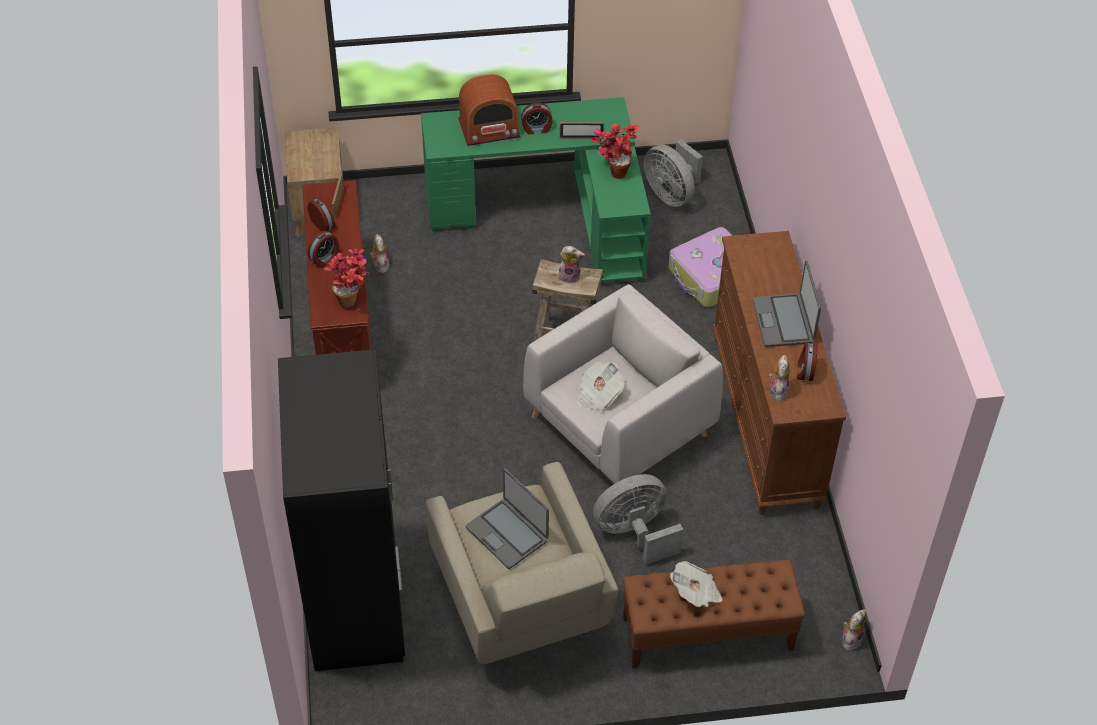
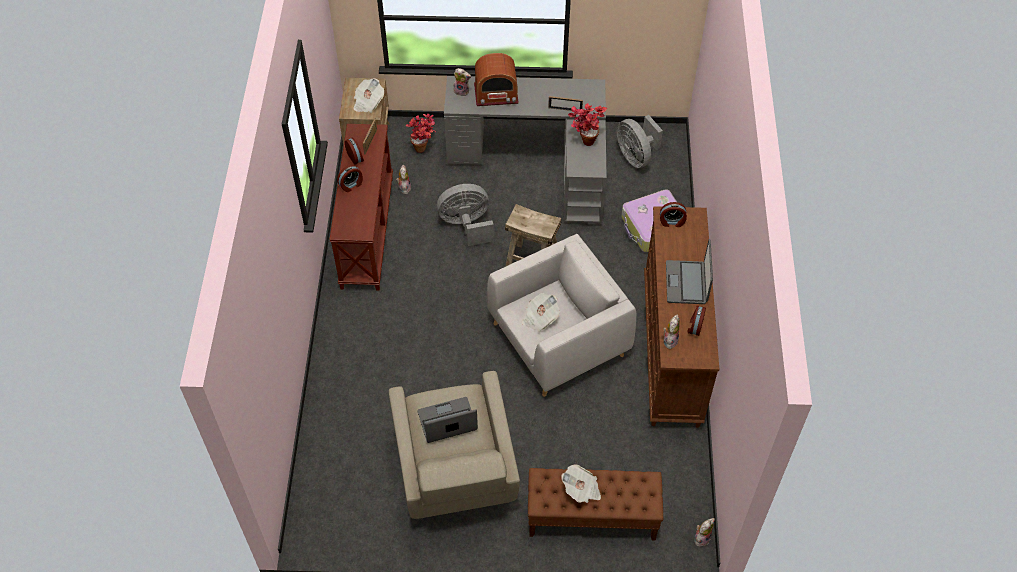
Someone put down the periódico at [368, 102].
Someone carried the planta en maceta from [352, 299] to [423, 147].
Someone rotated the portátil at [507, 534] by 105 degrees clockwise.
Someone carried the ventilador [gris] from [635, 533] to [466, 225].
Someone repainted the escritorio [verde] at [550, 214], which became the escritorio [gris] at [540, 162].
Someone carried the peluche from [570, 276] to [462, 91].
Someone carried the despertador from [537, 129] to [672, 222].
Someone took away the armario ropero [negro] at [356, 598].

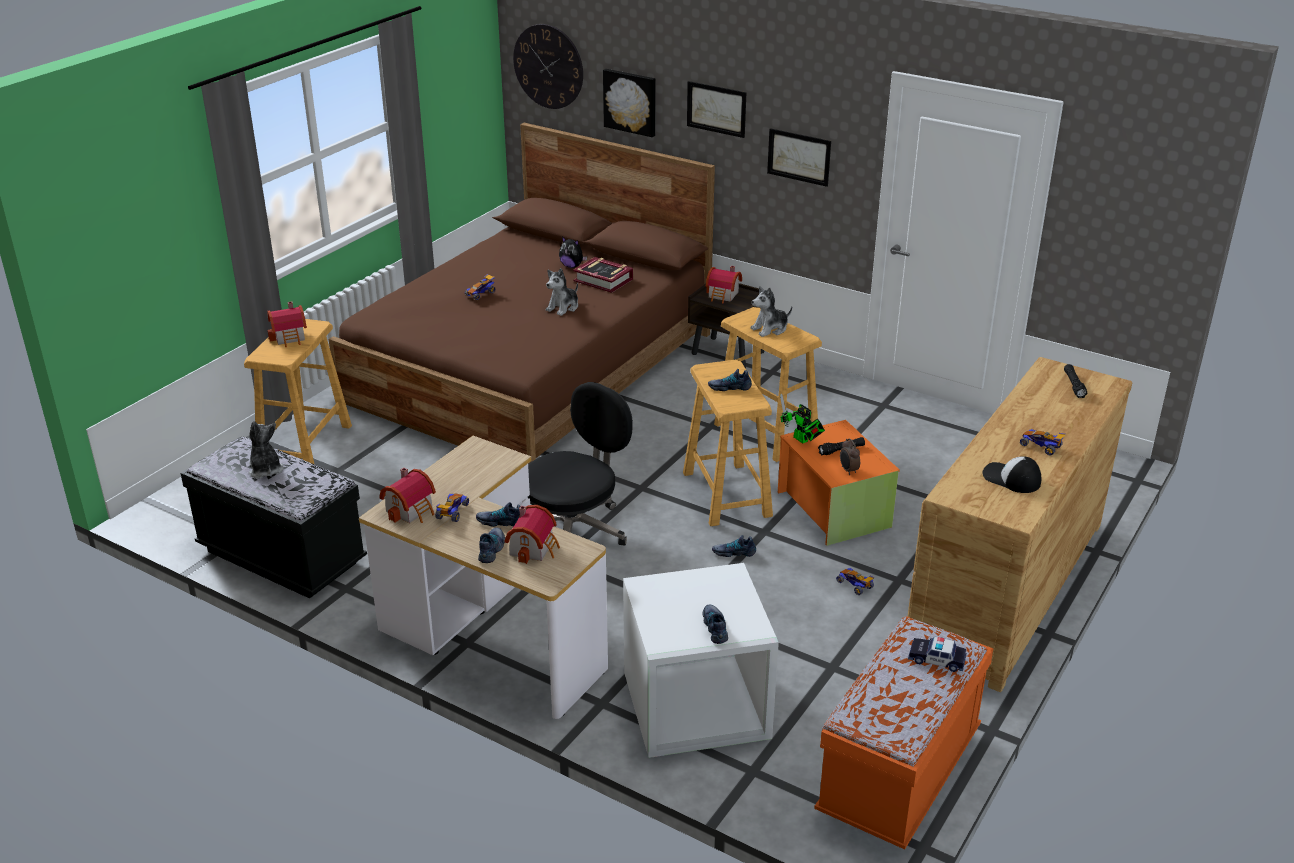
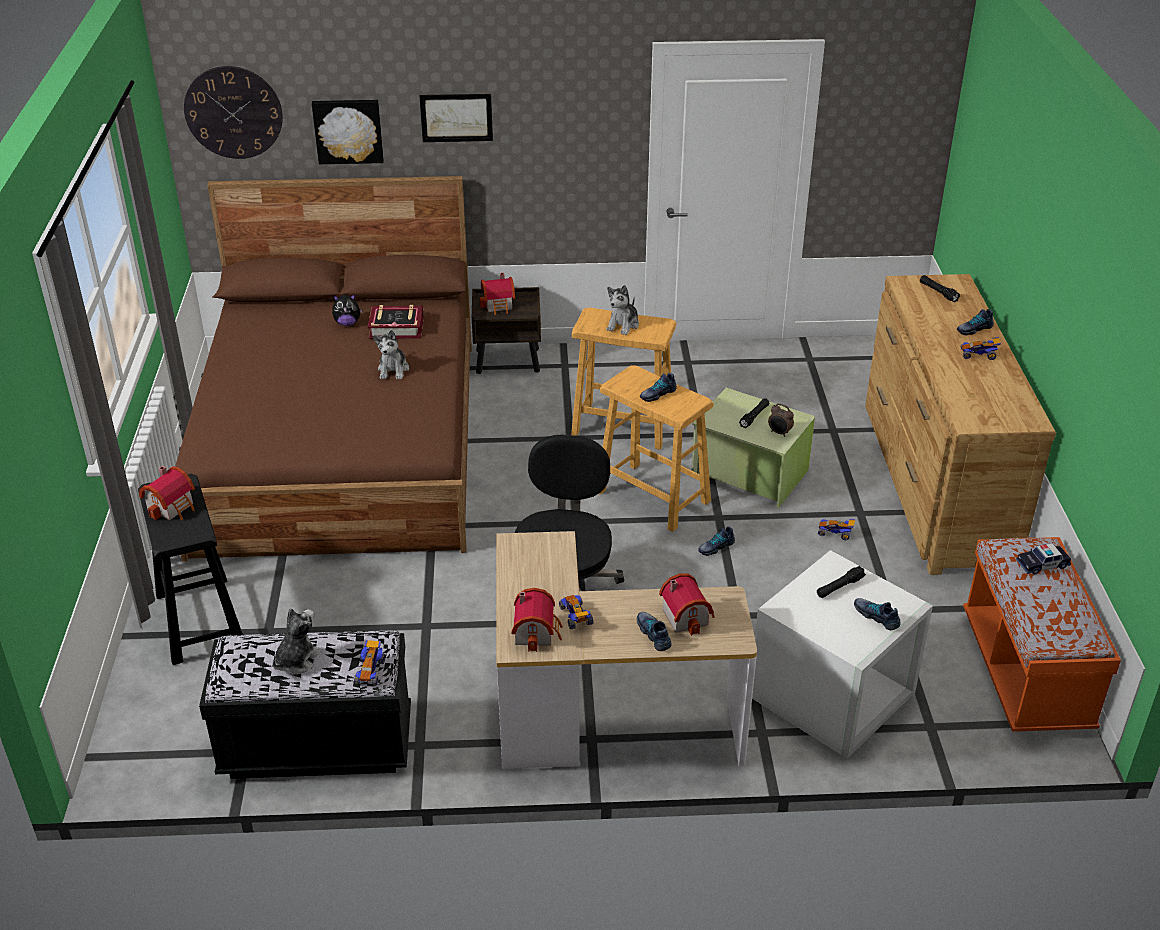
Someone repainted the taburete [beis] at [304, 446], which became the taburete [negro] at [200, 621].
Someone rotated the peluche at [265, 470] by 90 degrees clockwise.
Someone carried the coche de juguete from [481, 293] to [370, 670].
Someone repainted the caja de almacenaje [naranja] at [834, 508], which became the caja de almacenaje [verde] at [749, 472].
Someone put down the linterna [negro] at [839, 587].
Someone carried the zapato from [501, 522] to [973, 329].
Someone took away the cuadro at [799, 157].
Someone took away the robot de juguete at [802, 440].
Someone took away the gorra at [1011, 478].

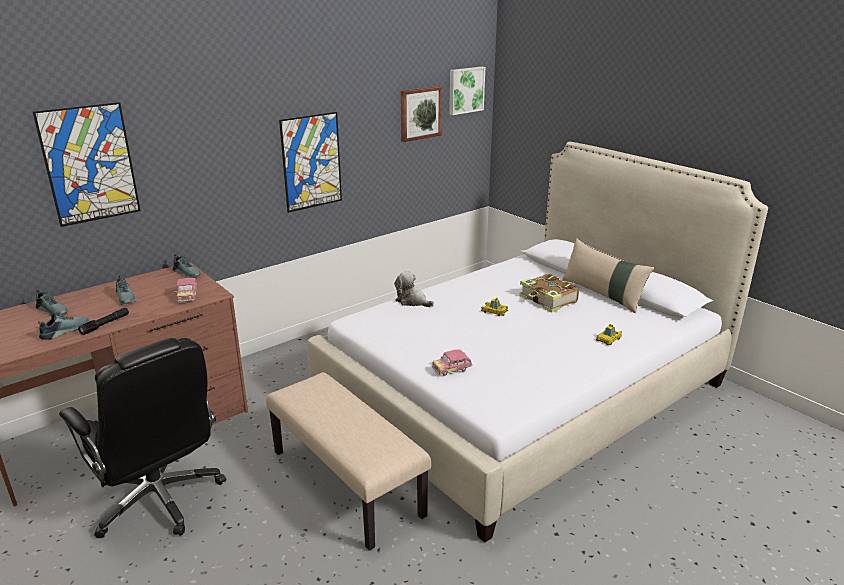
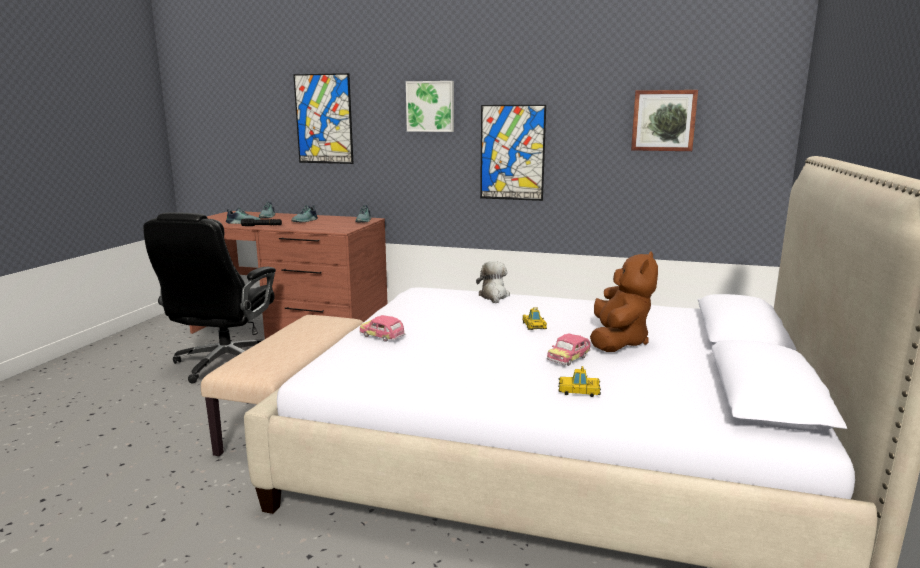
Someone carried the cuadro from [465, 90] to [430, 106].
Someone carried the coche de juguete from [187, 296] to [569, 359].
Someone swapped the libro at [548, 300] for the peluche [marrón] at [618, 342].
Someone took away the cojín [beis] at [603, 294].

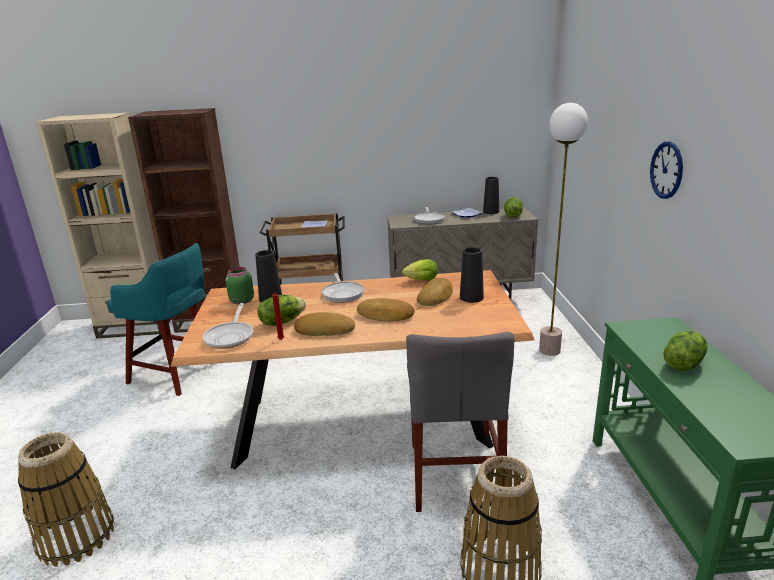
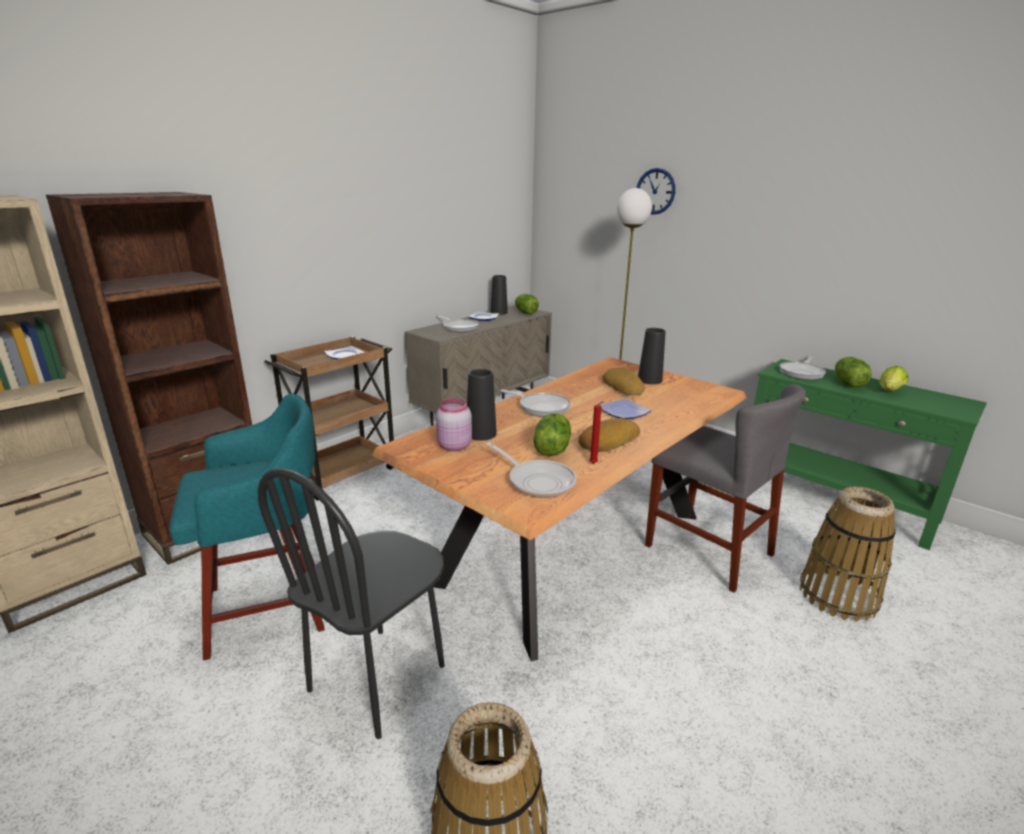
Someone put down the silla [negro] at [378, 678].
Someone repainted the tarro [verde] at [241, 301], which became the tarro [rosa] at [453, 446].
Someone swapped the pan at [385, 315] for the plato at [625, 412].
Someone carried the reloj de pared from [666, 170] to [655, 191].
Someone put down the sartén at [802, 373].
Someone carried the lechuga from [419, 280] to [889, 391].

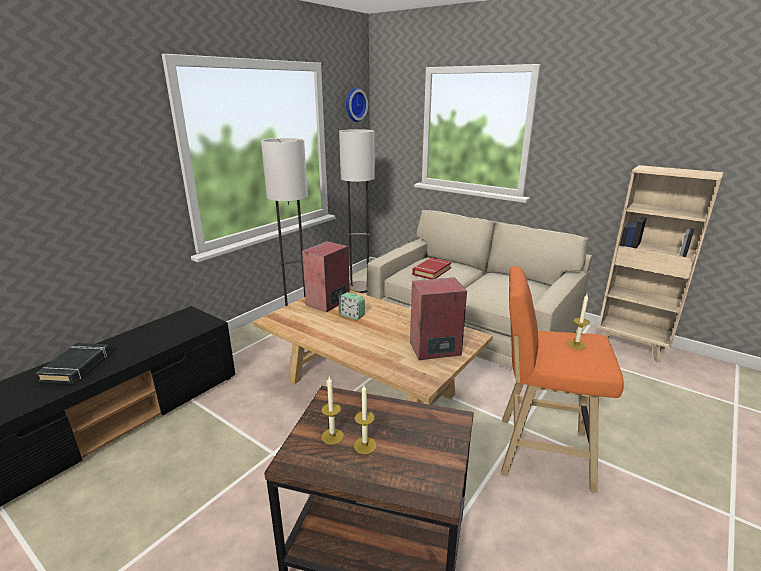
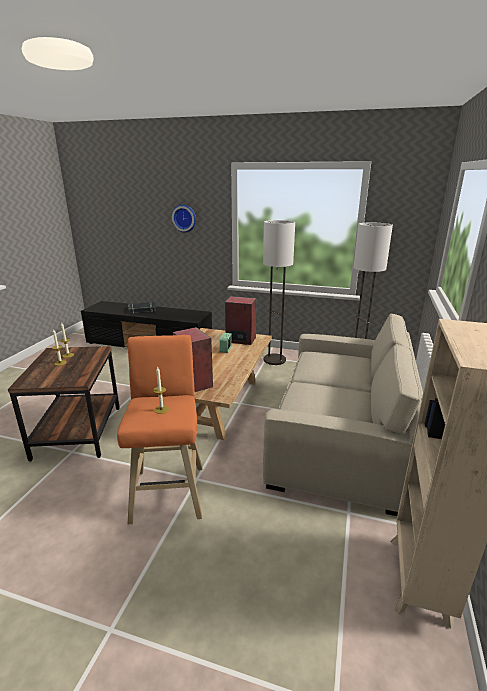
Someone carried the reloj de pared from [354, 104] to [184, 218].
Someone took away the libro [rojo] at [431, 271].

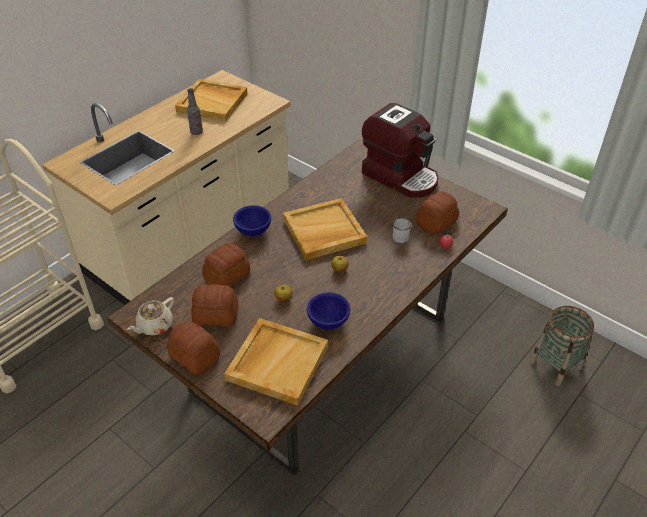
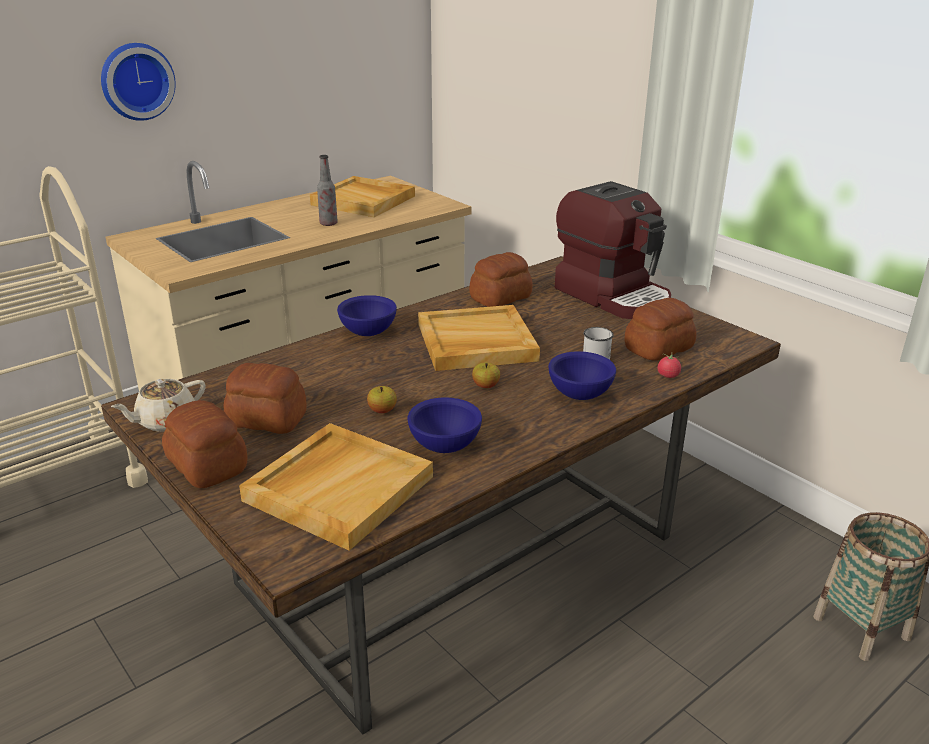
Someone put up the reloj de pared at [136, 81].
Someone carried the pan from [228, 276] to [501, 298].
Someone put down the cuenco [azul] at [581, 394].

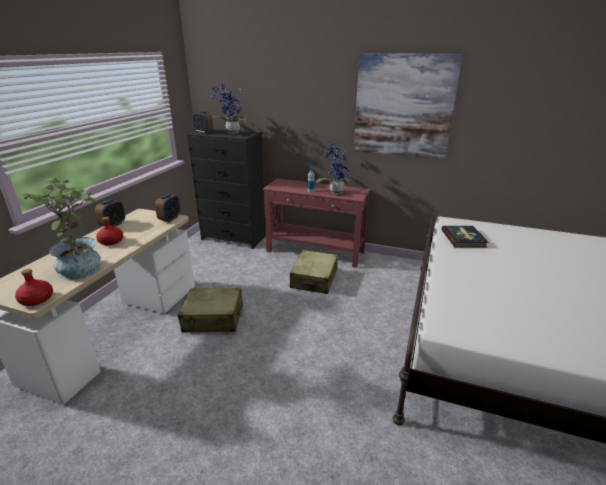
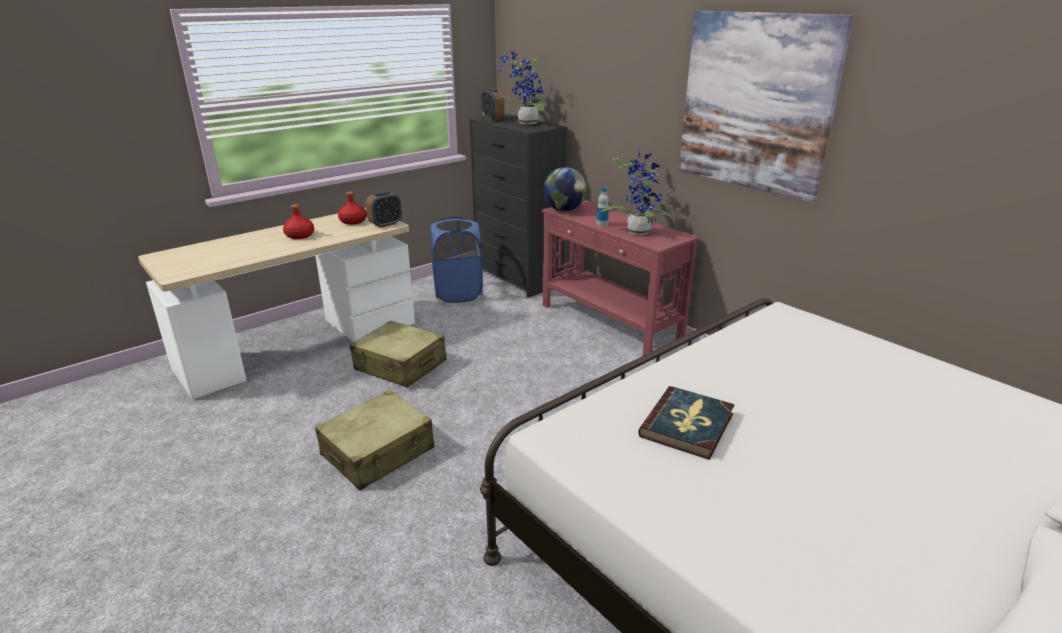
Someone carried the maleta [beis] from [314, 279] to [378, 452].
Someone carried the botella [rojo] from [36, 299] to [353, 221].
Someone put down the cesto de la ropa [azul] at [458, 293].
Someone put down the globo terráqueo at [564, 210].
Someone carried the libro from [463, 238] to [687, 425].
Someone took away the planta en maceta at [81, 266].
Someone took away the despertador at [113, 225].

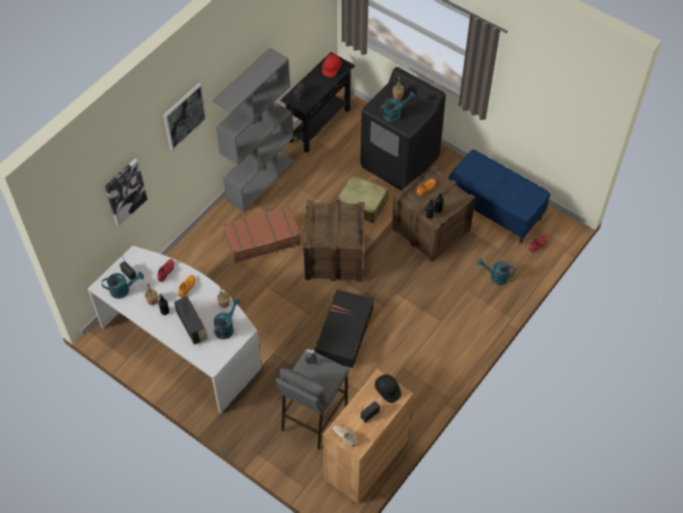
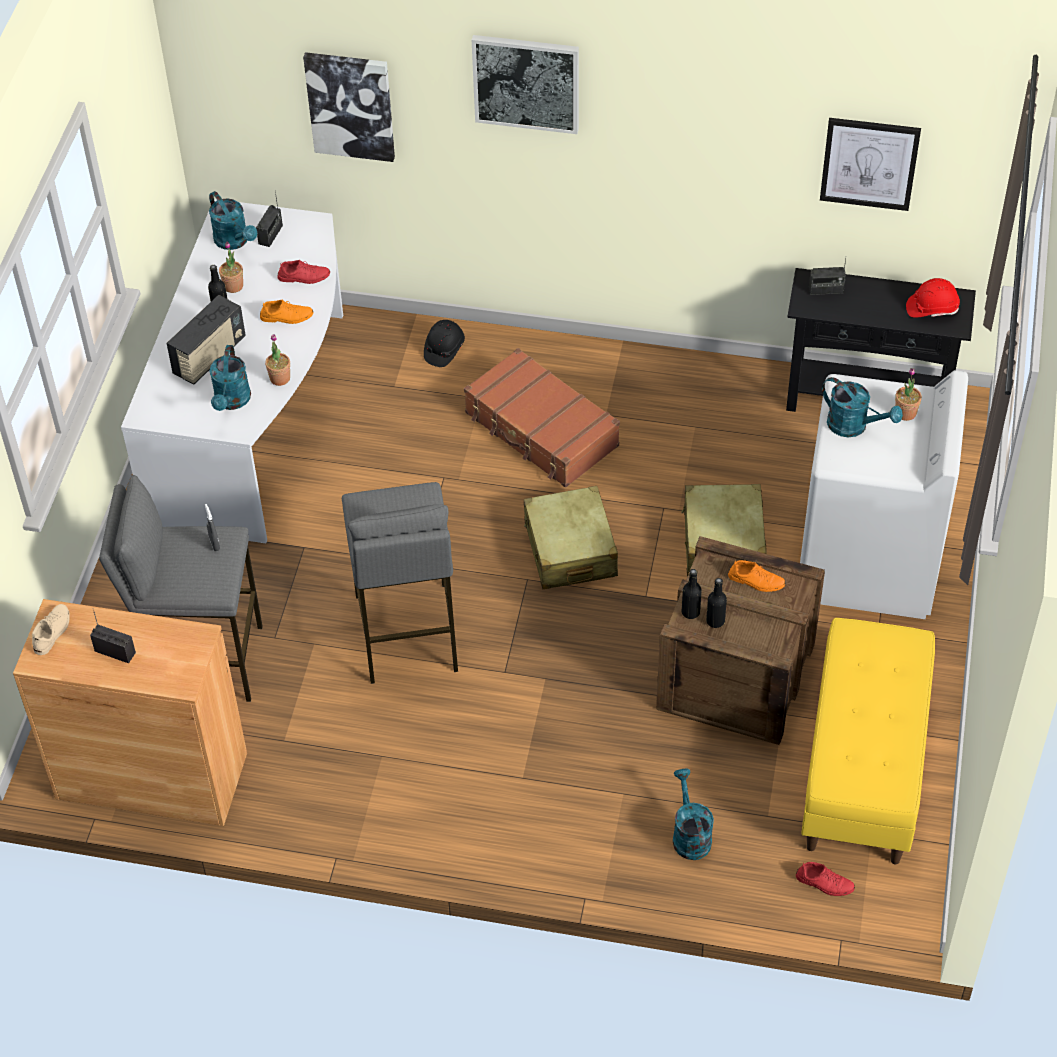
Someone rotated the regadera [turquesa] at [226, 327] by 90 degrees clockwise.
Someone swapped the maleta [negro] at [344, 333] for the taburete [gris] at [406, 633].
Someone carried the casco [negro] from [387, 390] to [444, 349].
Someone swapped the caja de embalaje at [334, 257] for the maleta [beis] at [570, 550].
Someone repainted the lavadora [negro] at [400, 162], which became the lavadora [blanco] at [869, 562].
Someone repainted the banco [azul] at [495, 209], which became the banco [amarillo] at [864, 769].
Someone put up the cuadro at [869, 163].
Someone took away the estantería [gris] at [260, 180].

